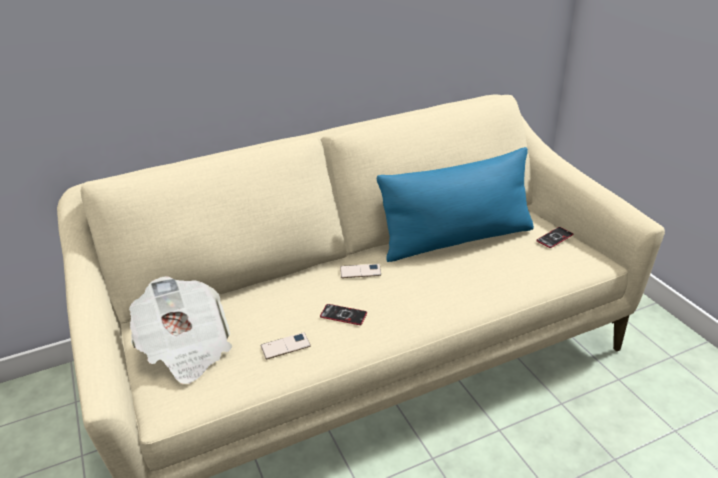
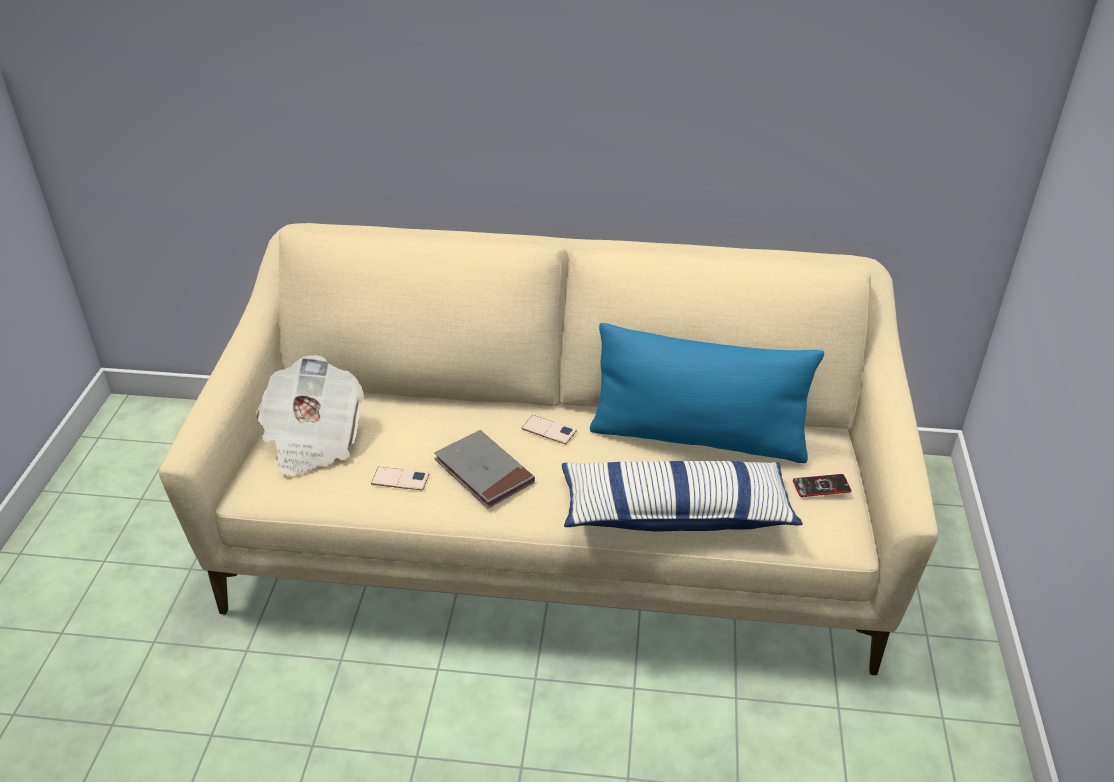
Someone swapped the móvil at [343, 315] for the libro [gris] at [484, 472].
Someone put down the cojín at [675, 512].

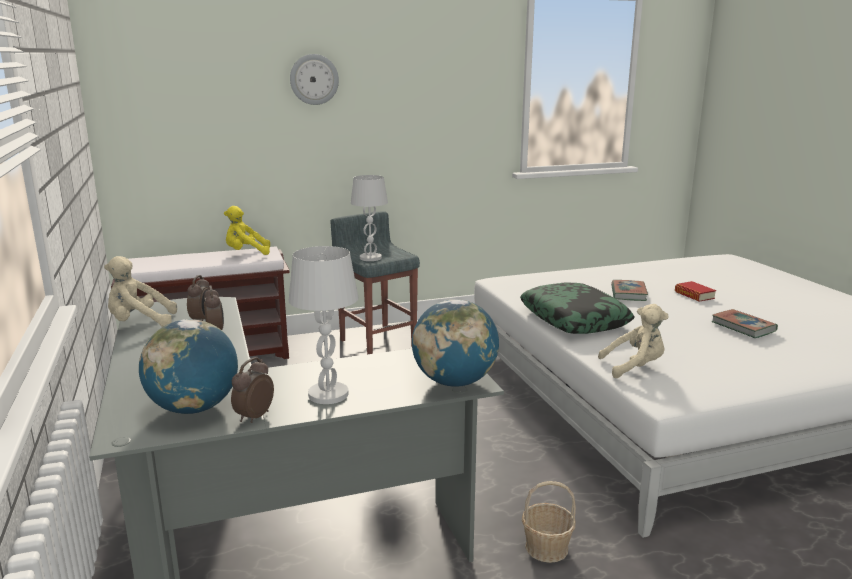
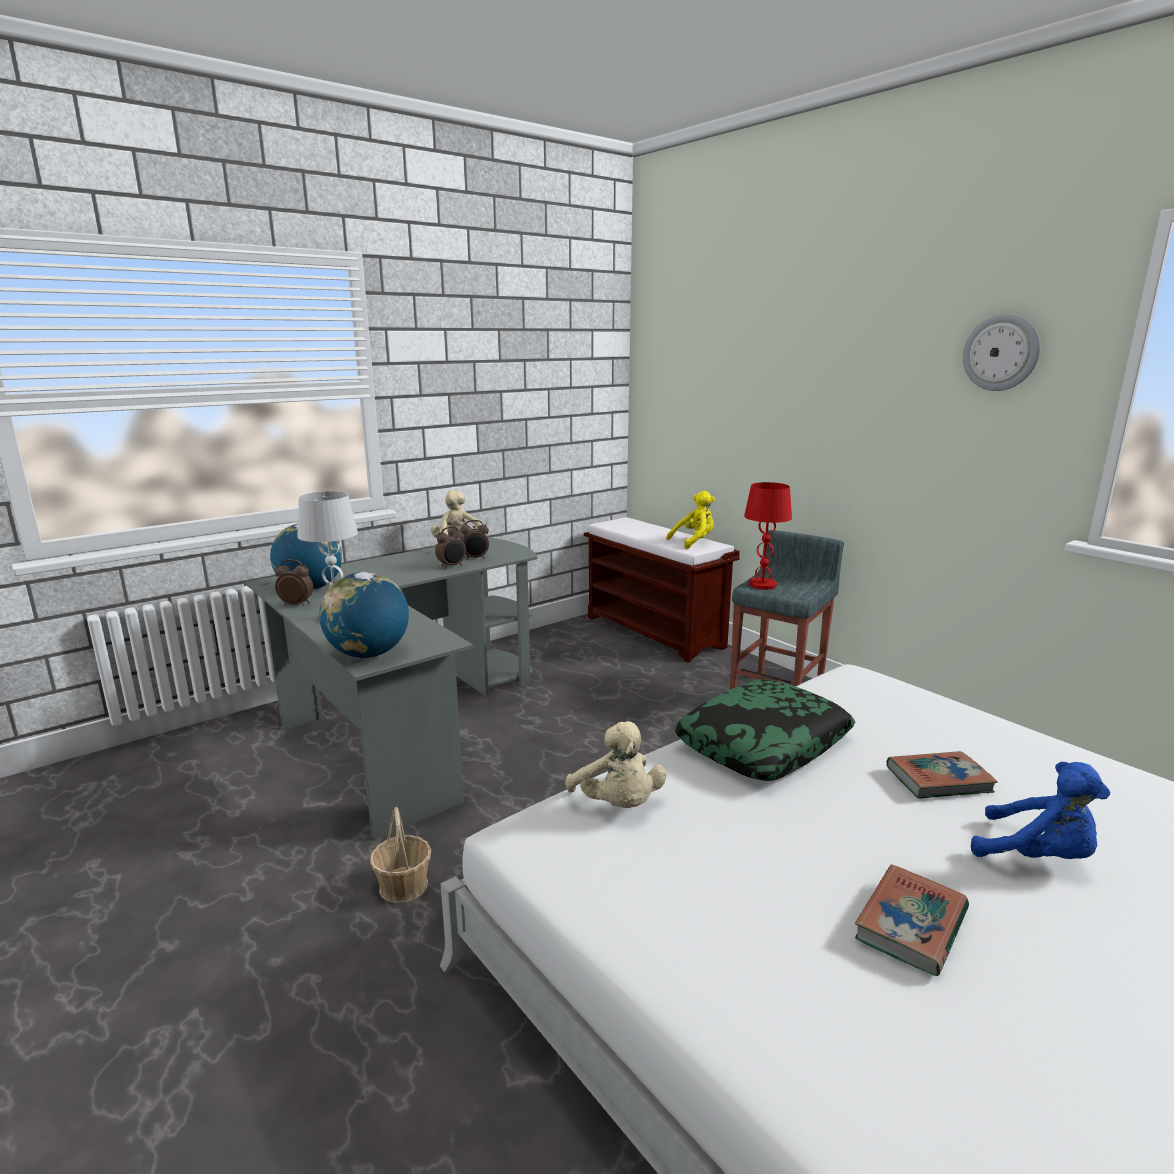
Someone rotated the peluche [amarillo] at [246, 253] by 90 degrees clockwise.
Someone repainted the lámpara de mesa [blanco] at [370, 258], which became the lámpara de mesa [rojo] at [762, 585].
Someone carried the reloj de pared from [314, 79] to [1001, 352].
Someone swapped the libro at [694, 295] for the peluche [azul] at [1037, 856].

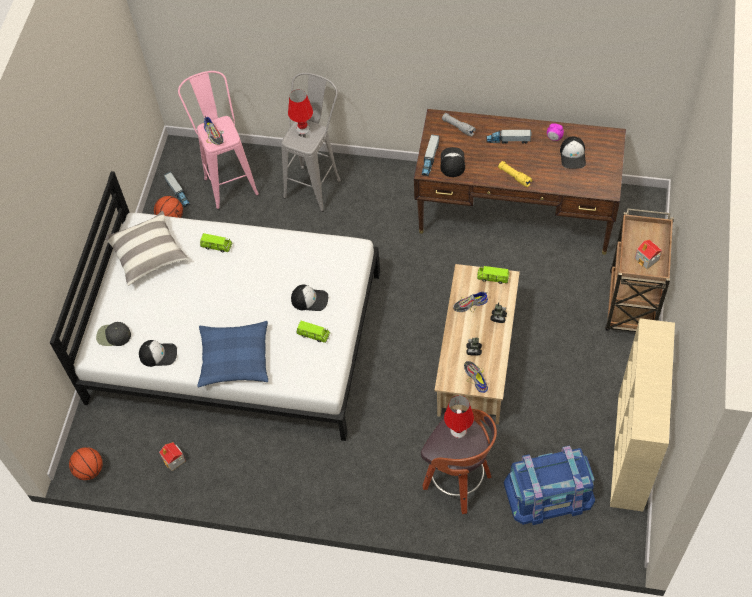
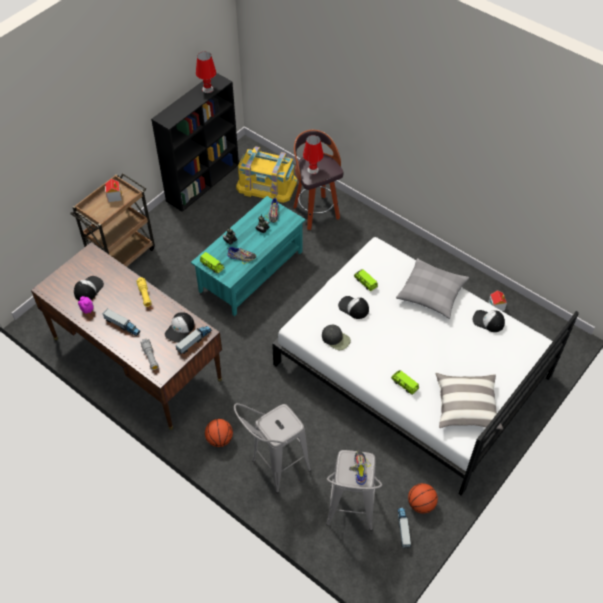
Someone repainted the estantería [beis] at [630, 453], which became the estantería [negro] at [203, 182].
Someone repainted the mesa de centro [beis] at [477, 360], which became the mesa de centro [turquesa] at [251, 271].
Someone carried the lámpara de mesa [rojo] from [303, 129] to [207, 89].
Someone carried the balón de baloncesto from [90, 470] to [219, 439].
Someone repainted the caja de almacenaje [azul] at [549, 493], which became the caja de almacenaje [amarillo] at [267, 185].
Someone carried the gorra [negro] from [113, 336] to [336, 339].
Someone repainted the taburete [rosa] at [228, 180], which became the taburete [gris] at [350, 516].
Someone repainted the cojín [azul] at [234, 358], which became the cojín [gris] at [431, 293].

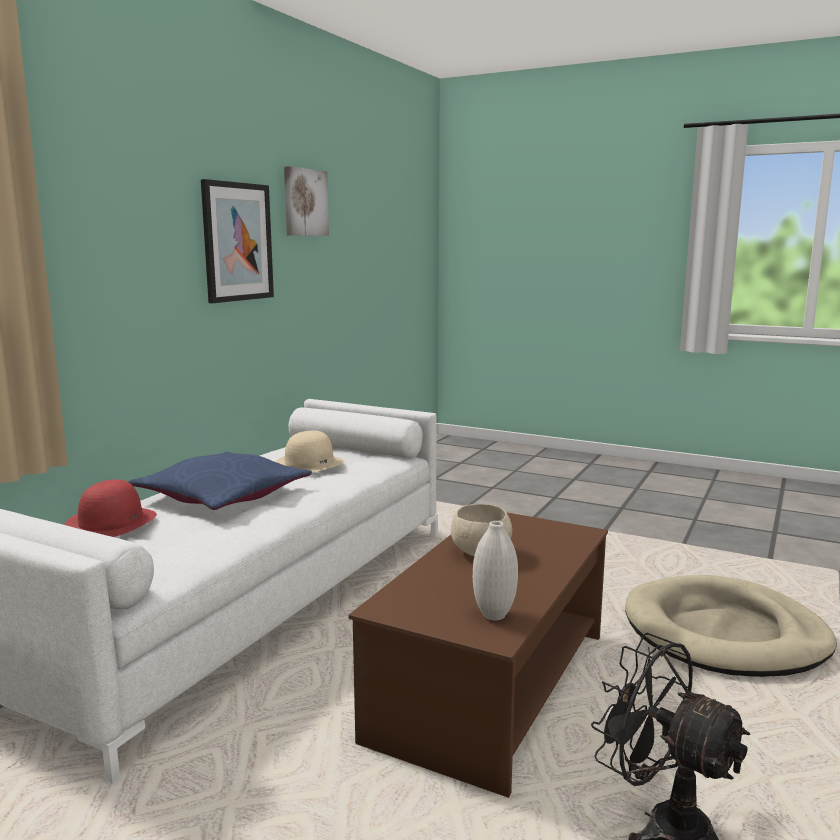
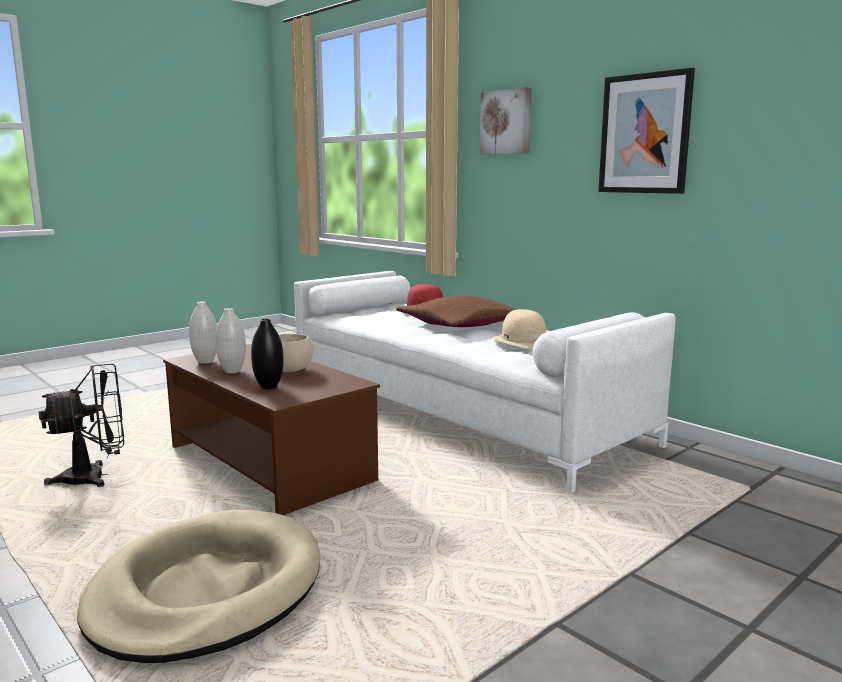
Someone put down the florero [blanco] at [232, 371].
Someone put down the florero [negro] at [269, 387].
Someone repainted the cojín [azul] at [222, 496], which became the cojín [marrón] at [460, 325].
Someone carried the cuadro from [305, 202] to [506, 122].

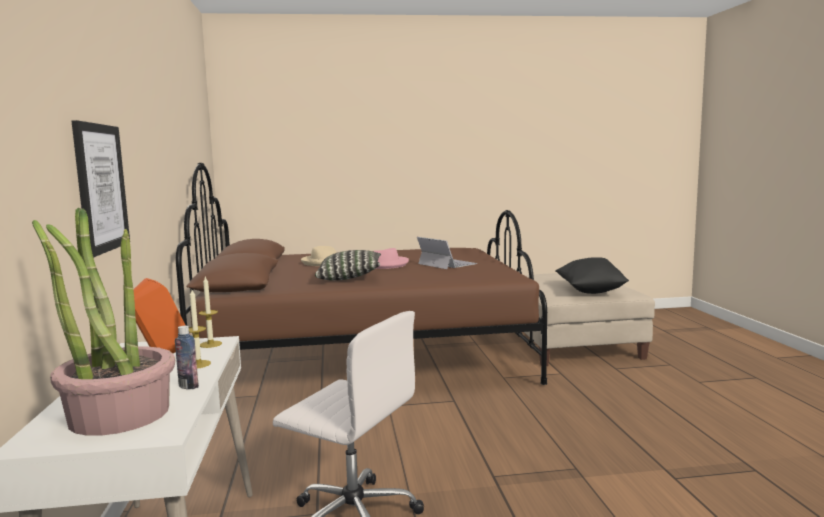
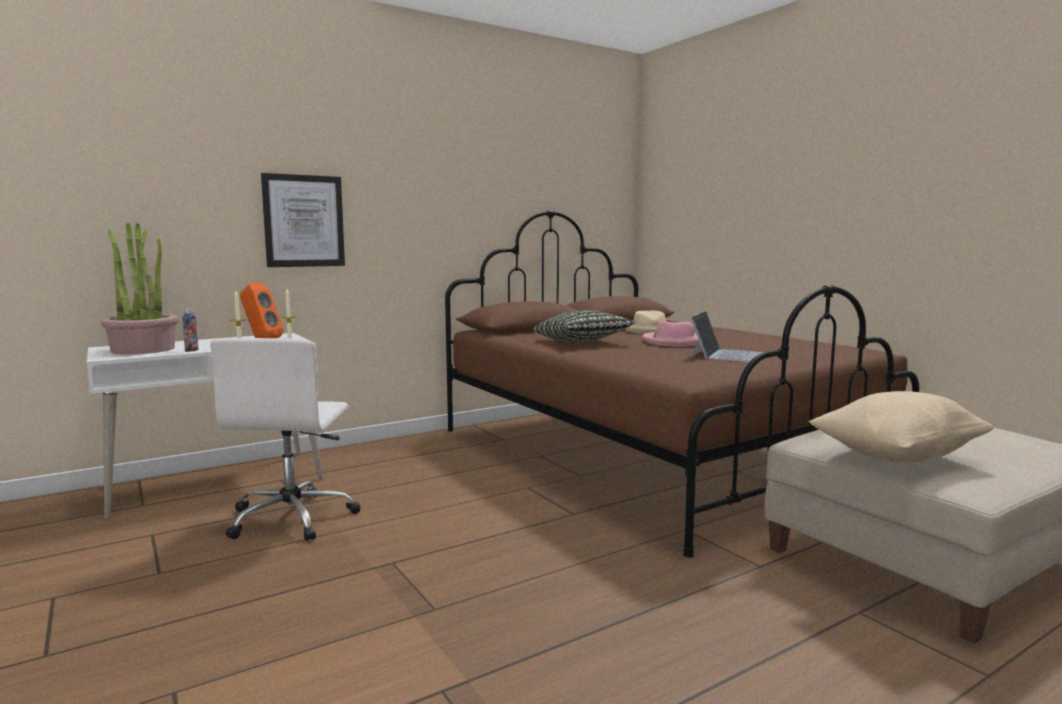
Someone repainted the cojín [negro] at [590, 291], which became the cojín [beis] at [896, 456].

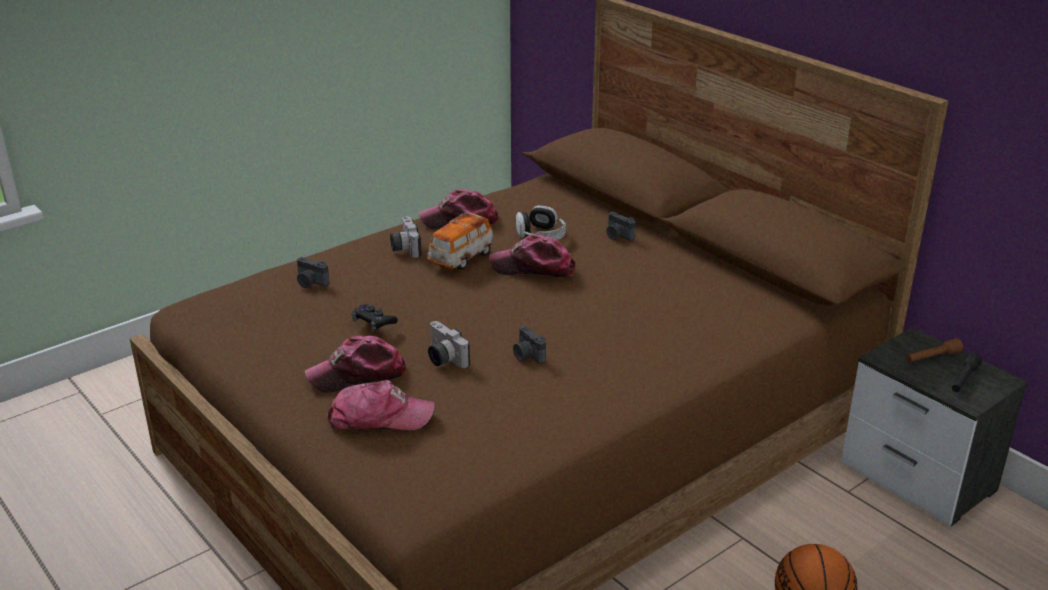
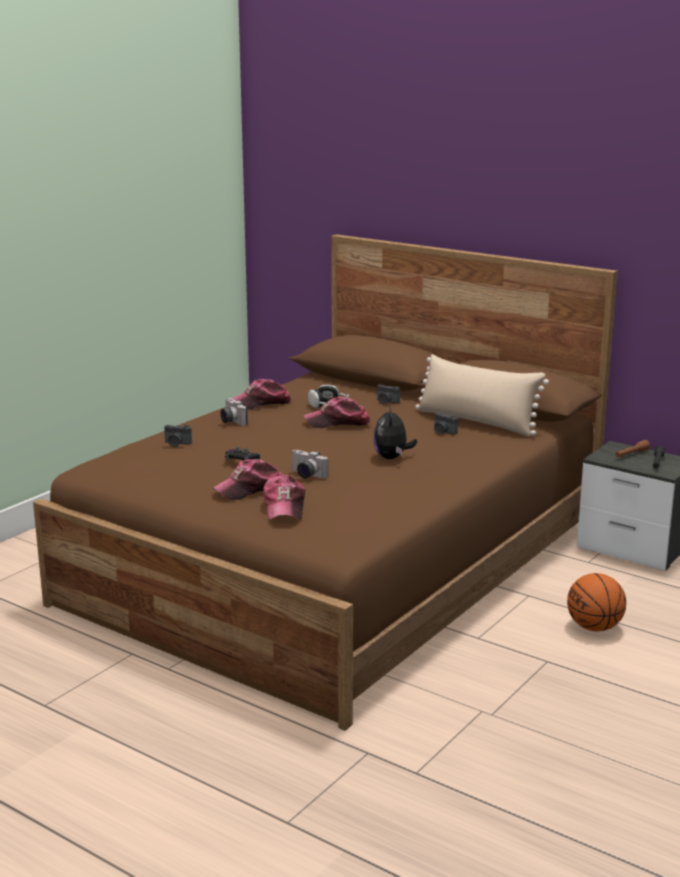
Someone rotated the gorra at [380, 417] by 105 degrees clockwise.
Someone put down the peluche at [392, 458].
Someone put down the cojín [beis] at [477, 421].
Someone carried the cámara from [527, 356] to [443, 432].
Someone took away the coche de juguete at [461, 258].

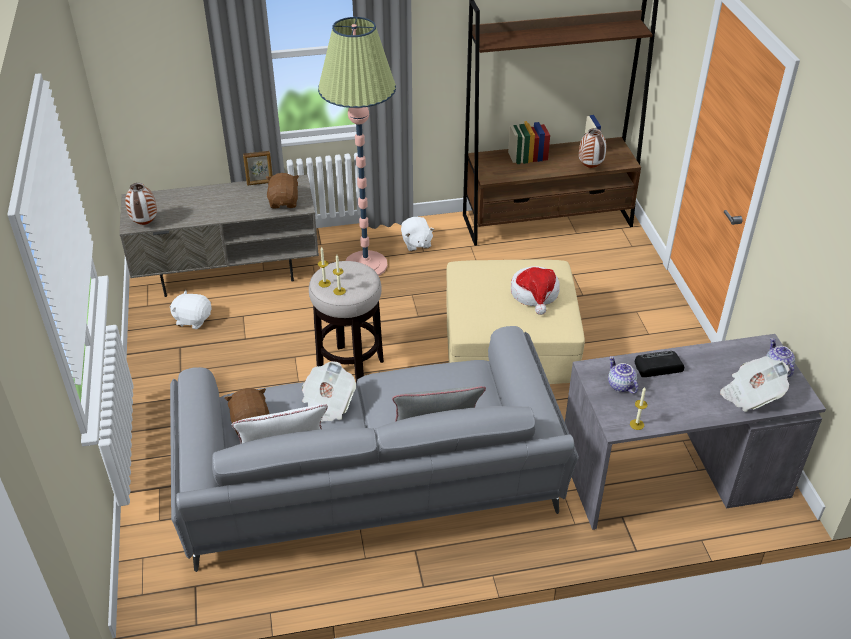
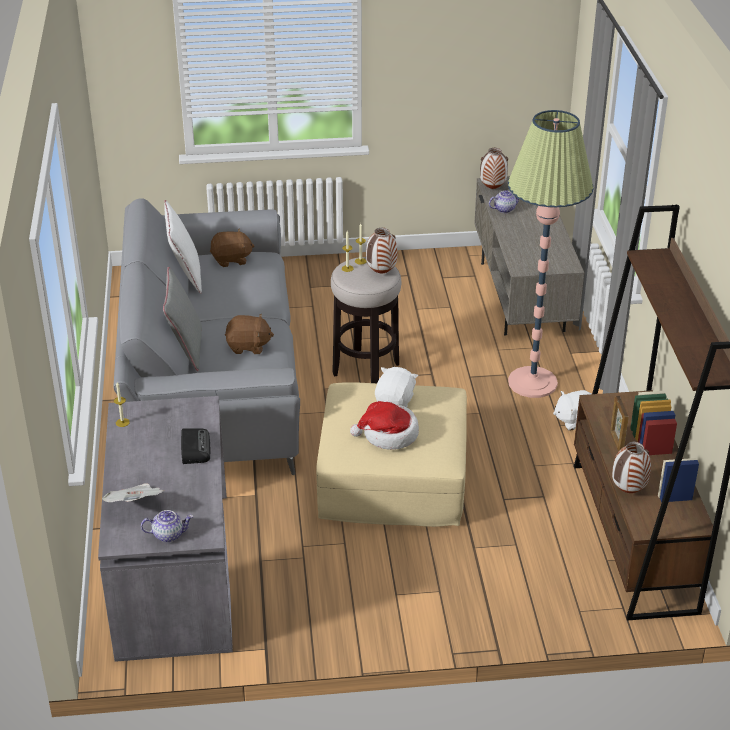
Someone carried the peluche [marrón] from [284, 202] to [248, 346].
Someone put down the florero at [381, 272].
Someone carried the peluche [blanco] from [193, 319] to [395, 401].
Someone carried the tetera from [620, 385] to [504, 209].
Someone carried the portarretratos from [260, 183] to [616, 441].
Someone took away the periódico at [327, 404].

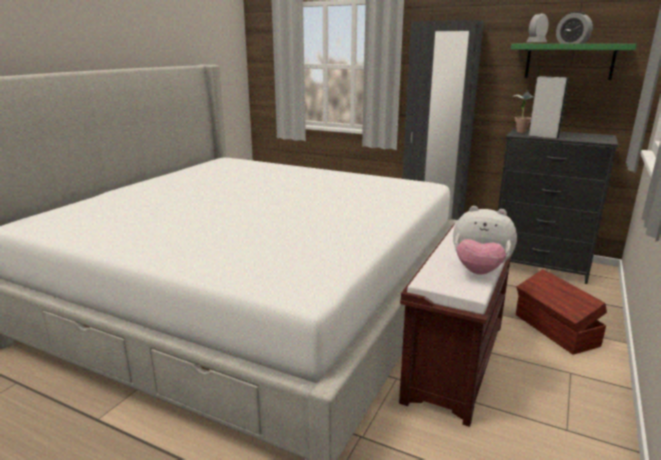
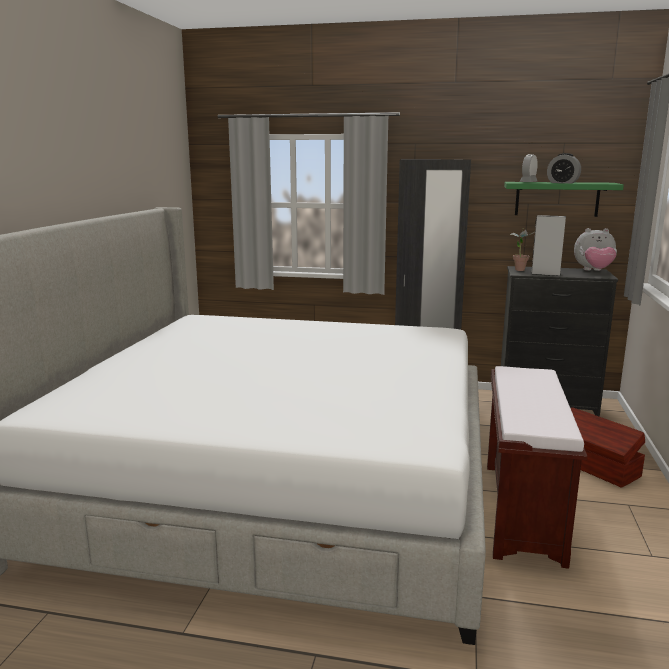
Someone carried the peluche from [479, 271] to [594, 271].

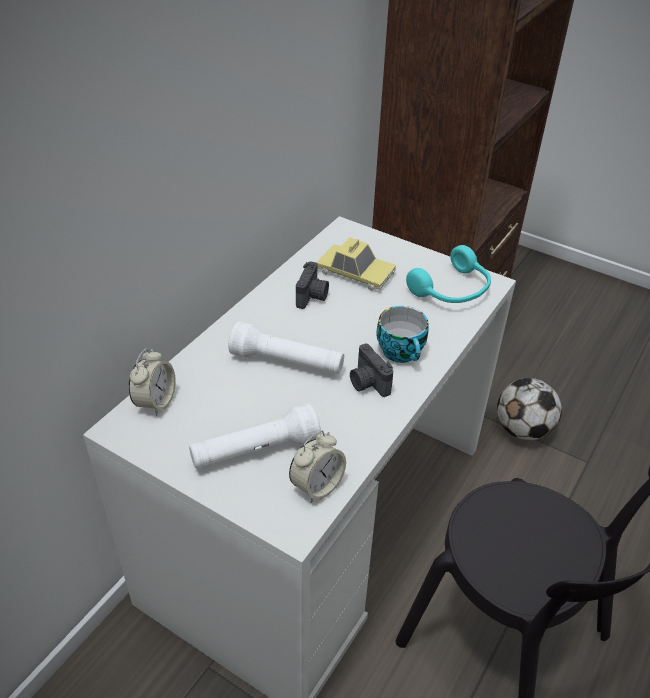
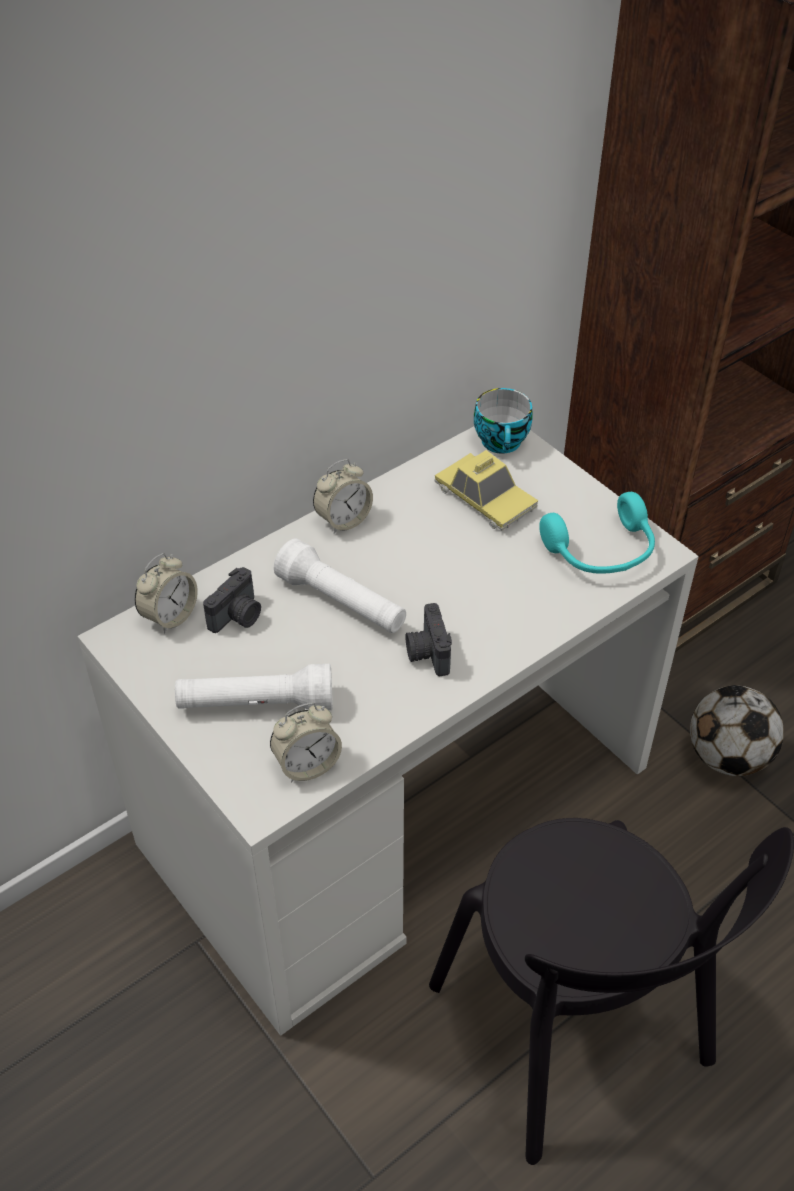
Someone carried the cámara from [312, 296] to [238, 616].
Someone put down the despertador at [343, 520].
Someone carried the taza from [402, 352] to [503, 443].

